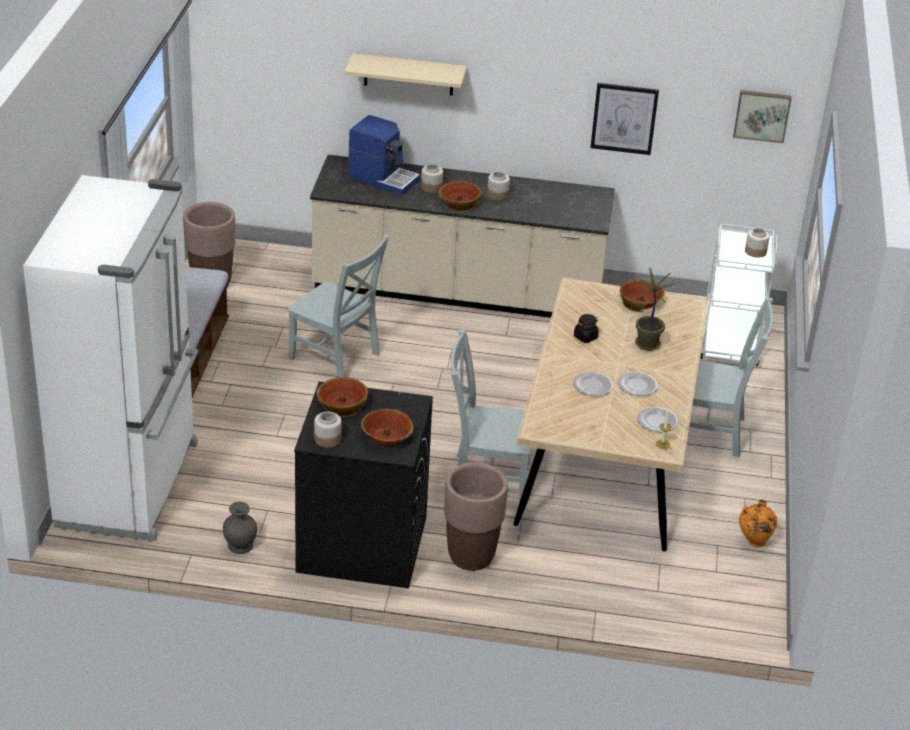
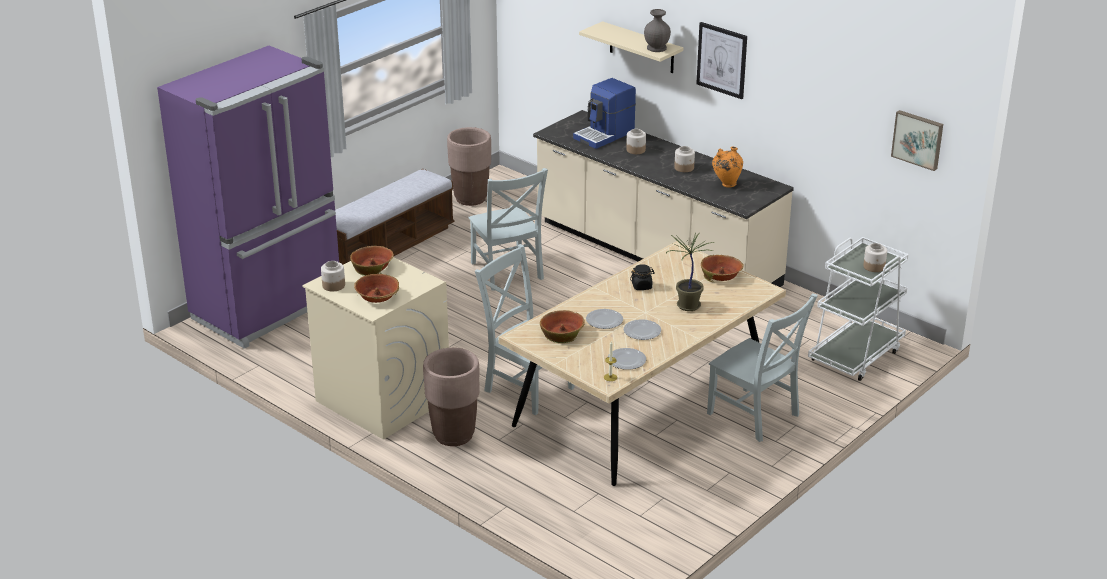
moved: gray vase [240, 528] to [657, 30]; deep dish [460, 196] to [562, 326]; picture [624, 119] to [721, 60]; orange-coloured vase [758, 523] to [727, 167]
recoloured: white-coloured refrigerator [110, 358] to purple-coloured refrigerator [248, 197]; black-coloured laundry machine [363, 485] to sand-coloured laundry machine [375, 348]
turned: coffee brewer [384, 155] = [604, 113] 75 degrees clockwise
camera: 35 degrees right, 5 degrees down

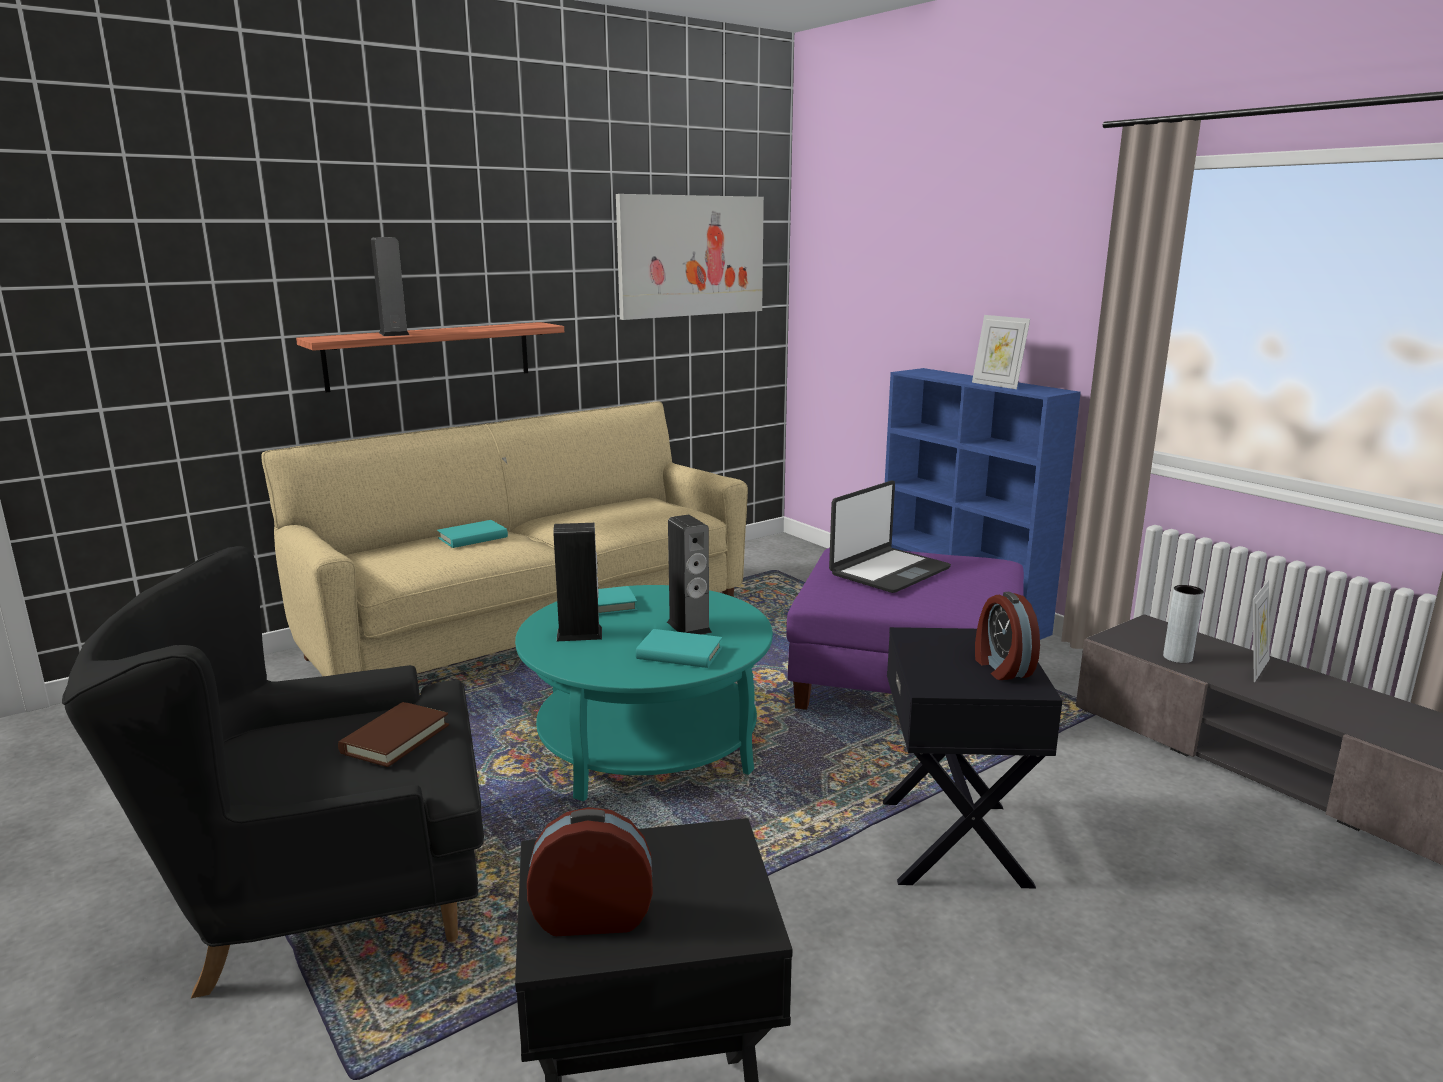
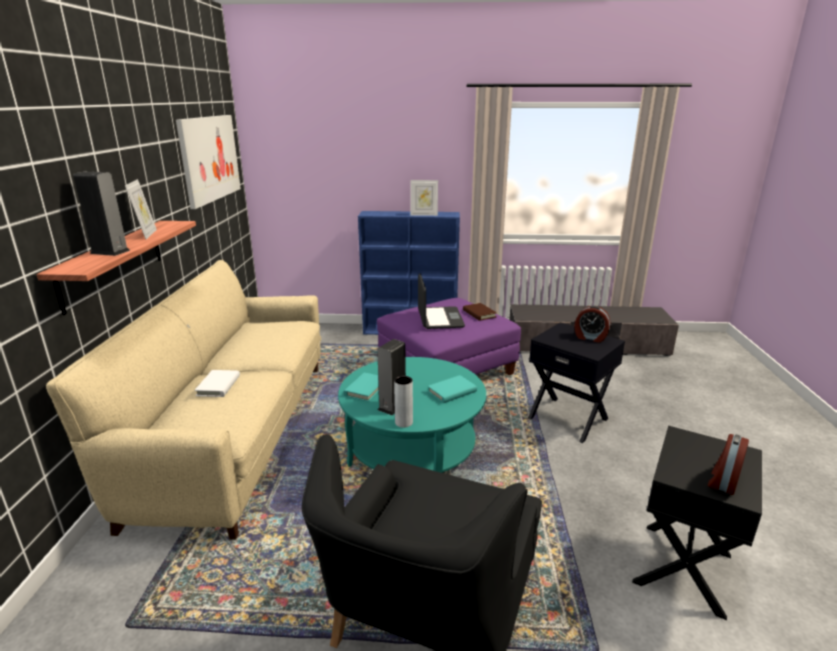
removed: speaker [689, 575]
moved: brown volume [393, 734] to [480, 312]; gray vase [1183, 624] to [403, 402]; photo frame [1261, 631] to [141, 209]
recoloured: turquoise-coloured volume [472, 534] to white-coloured volume [217, 383]
camera: 50 degrees left, 5 degrees up

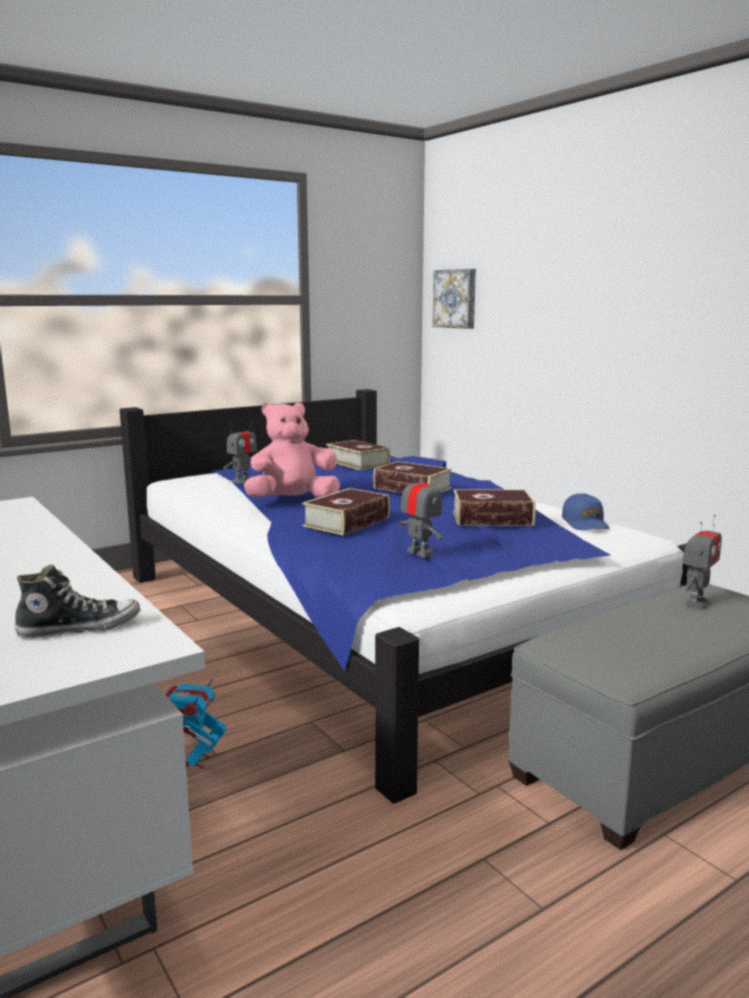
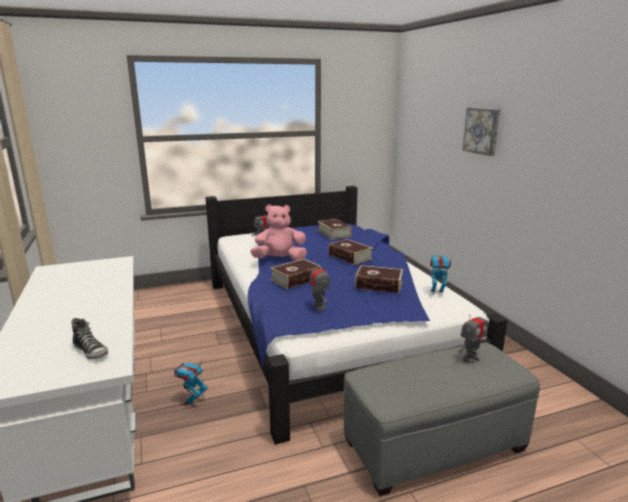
moved: picture [454, 299] to [481, 131]
replaced: blue-coloured peaked cap [585, 511] to model robot [441, 275]
turned: item of footwear [78, 601] = [89, 338] 45 degrees clockwise
camera: 15 degrees right, 5 degrees up

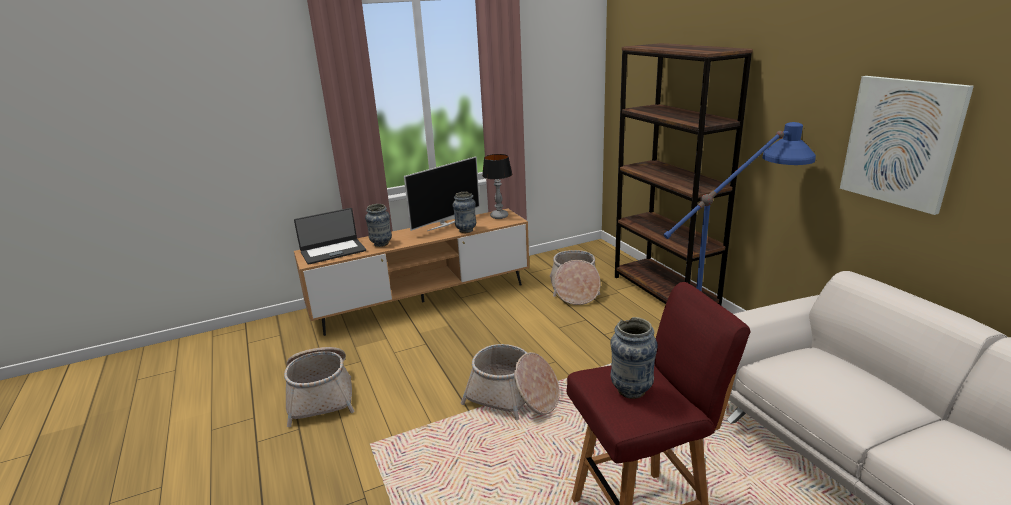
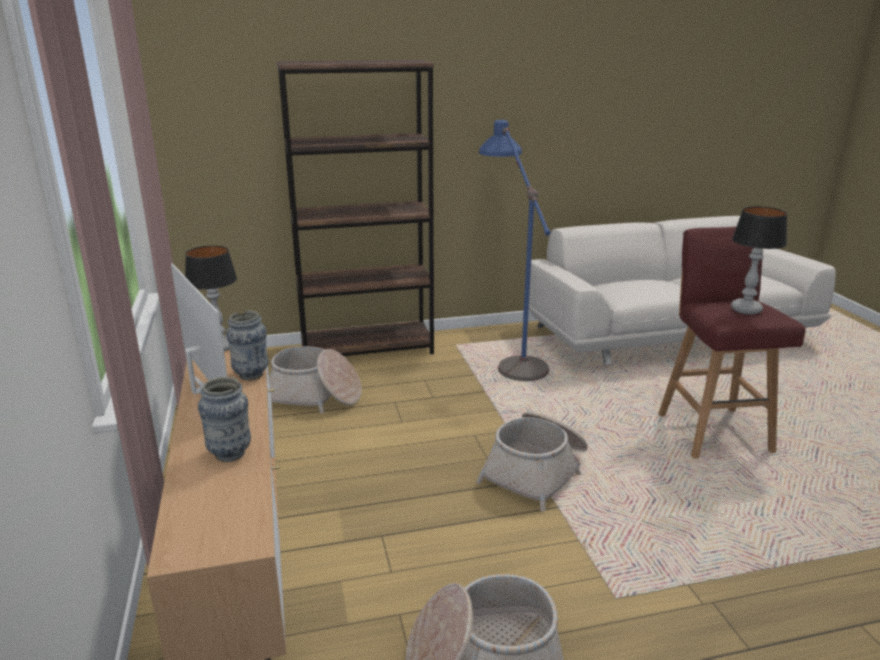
removed: laptop [330, 236]; picture [907, 145]
replaced: vase [634, 358] to lamp for a table [759, 260]
camera: 80 degrees left, 0 degrees up

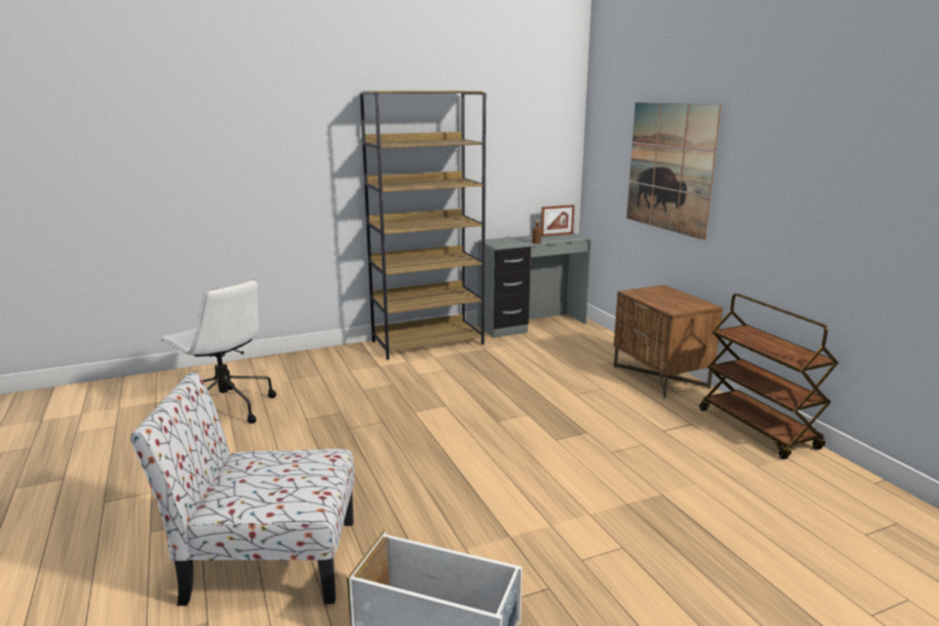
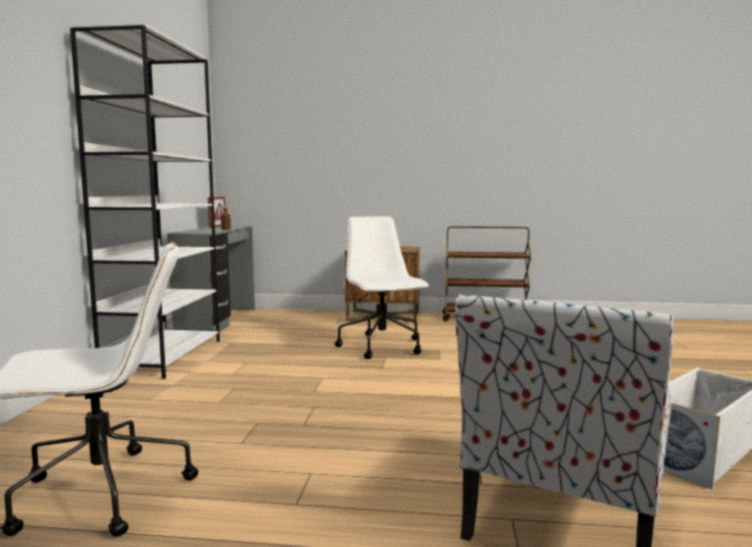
removed: picture [674, 171]
added: white-coloured computer chair [382, 287]
recoloured: brown bookshelf [423, 225] to white-coloured bookshelf [145, 201]
camera: 60 degrees left, 10 degrees down

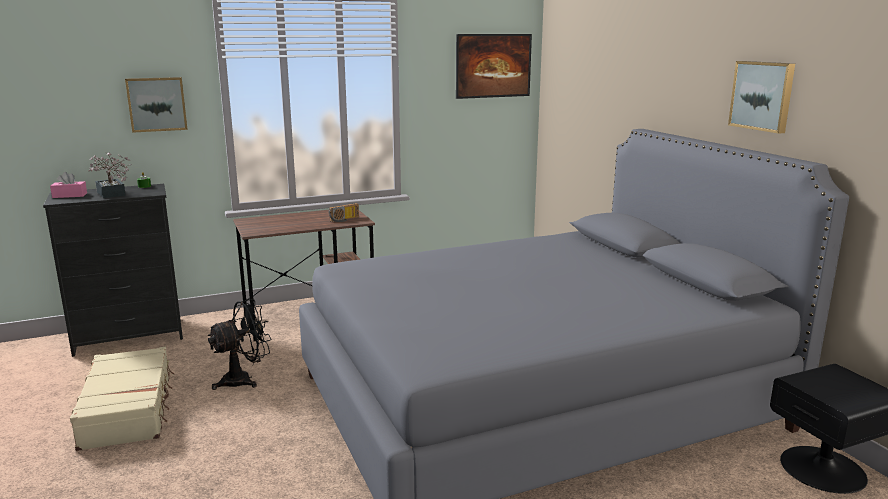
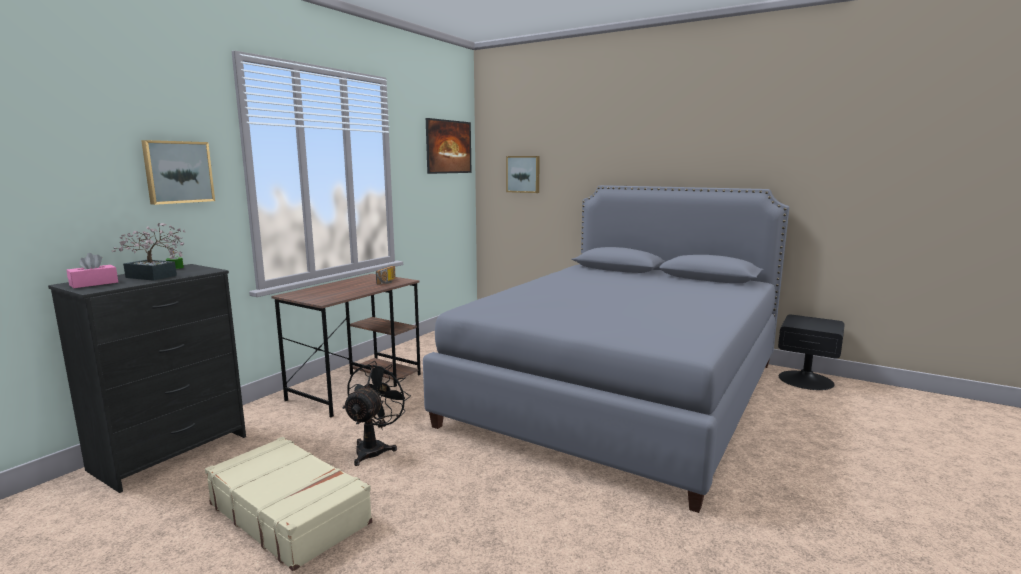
moved: picture [761, 97] to [523, 174]
camera: 35 degrees left, 5 degrees down

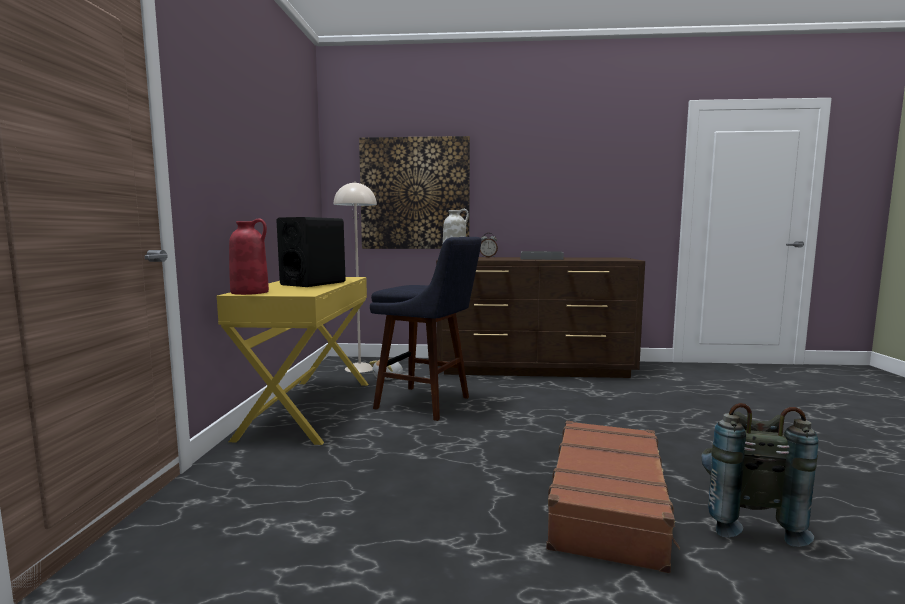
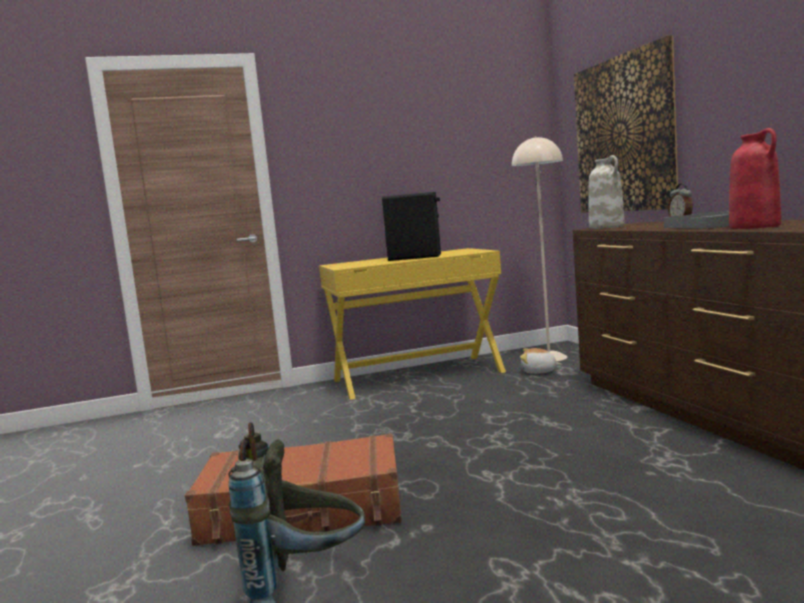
removed: blue-coloured stool [426, 329]
moved: red-coloured vase [249, 257] to [755, 178]
camera: 70 degrees right, 0 degrees up

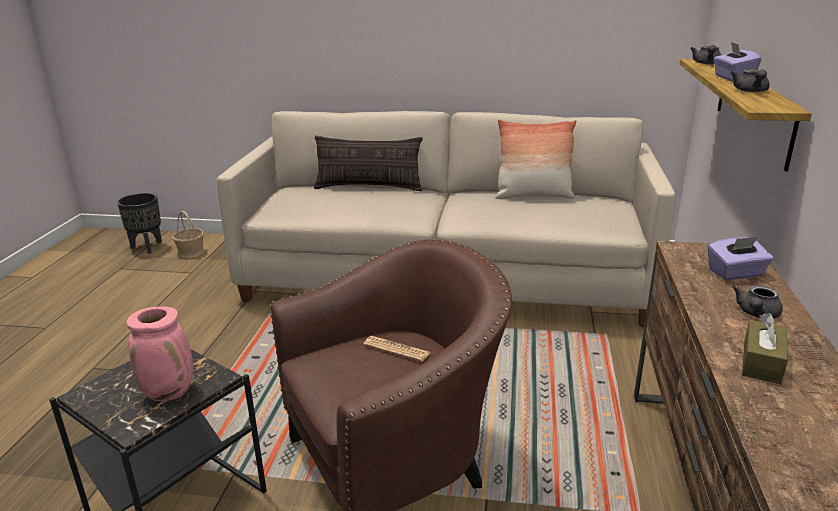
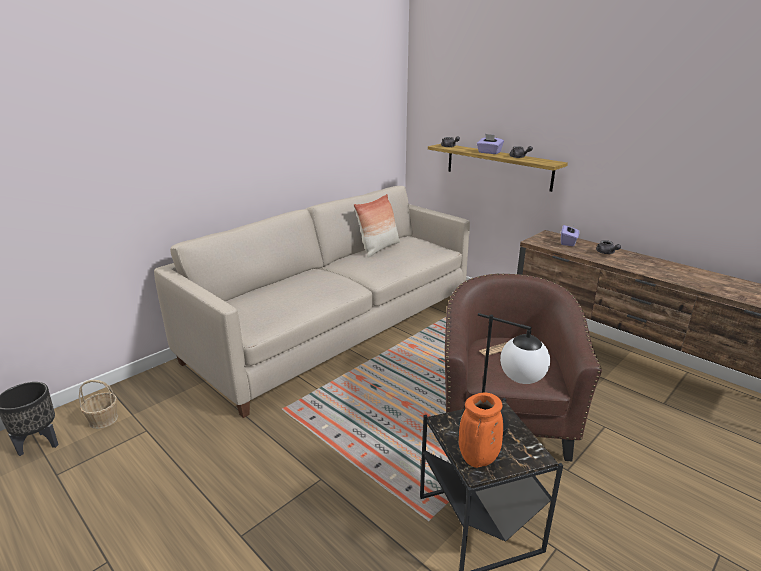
removed: cushion [368, 163]; brown tissue box [765, 348]
added: orange-coloured vase [481, 430]
replaced: pinkish vase [159, 354] to lamp for a table [514, 374]
camera: 55 degrees left, 0 degrees up

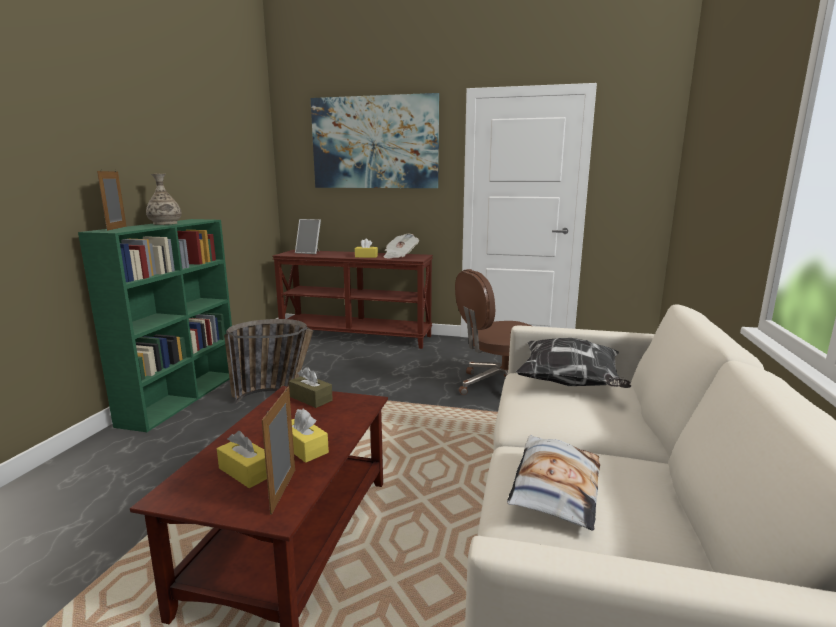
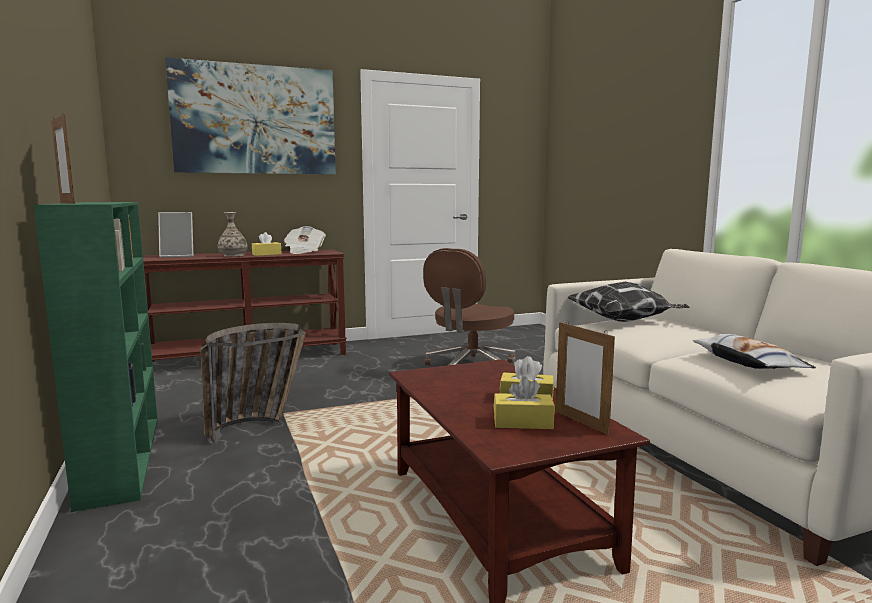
removed: brown tissue box [311, 387]
moved: vase [164, 199] to [233, 234]
camera: 35 degrees left, 5 degrees down

